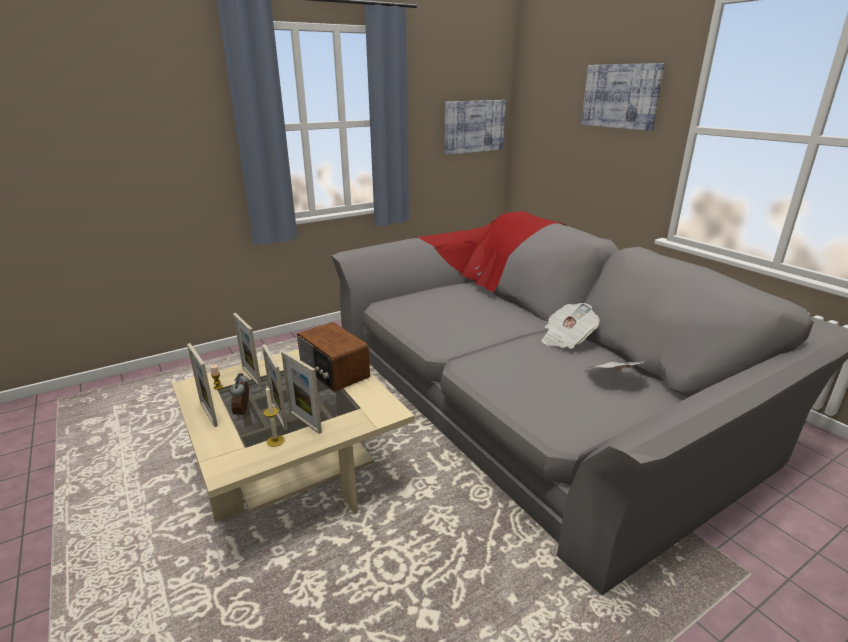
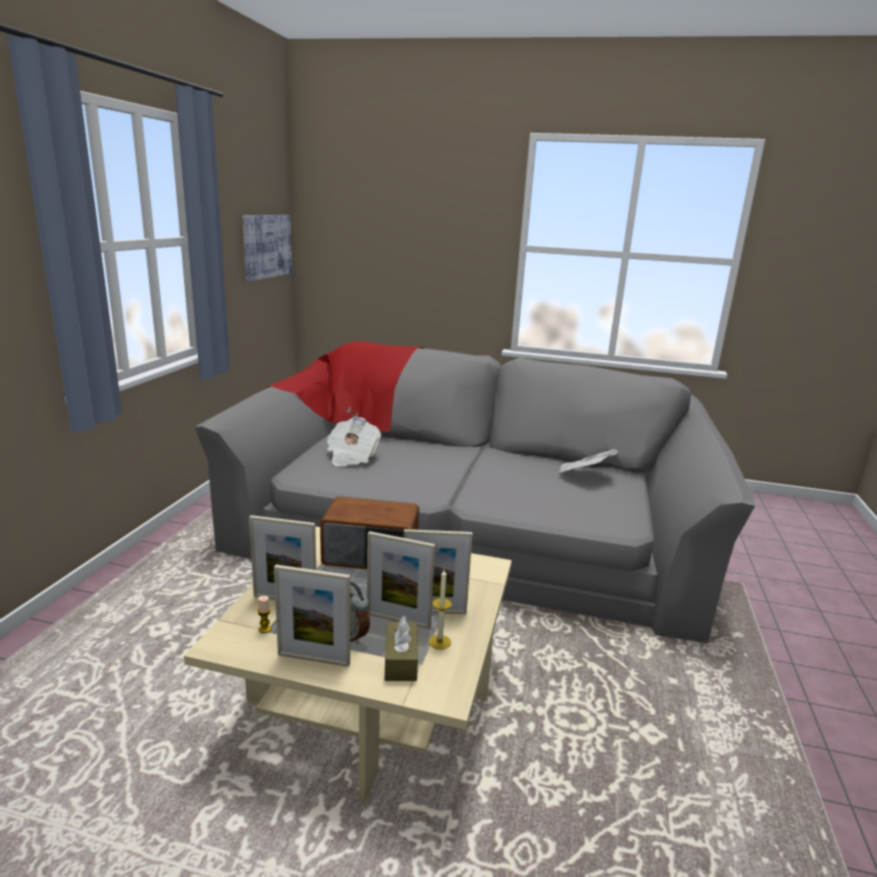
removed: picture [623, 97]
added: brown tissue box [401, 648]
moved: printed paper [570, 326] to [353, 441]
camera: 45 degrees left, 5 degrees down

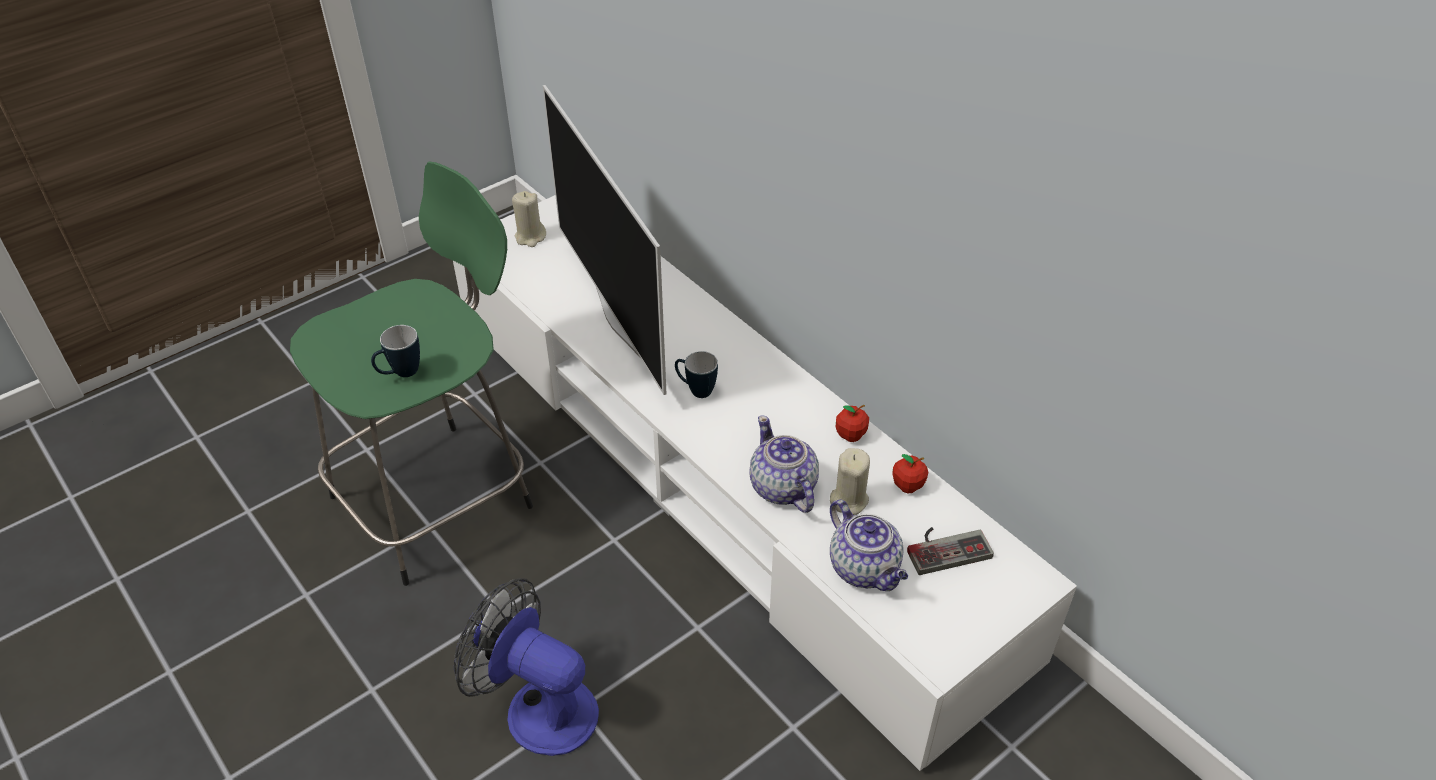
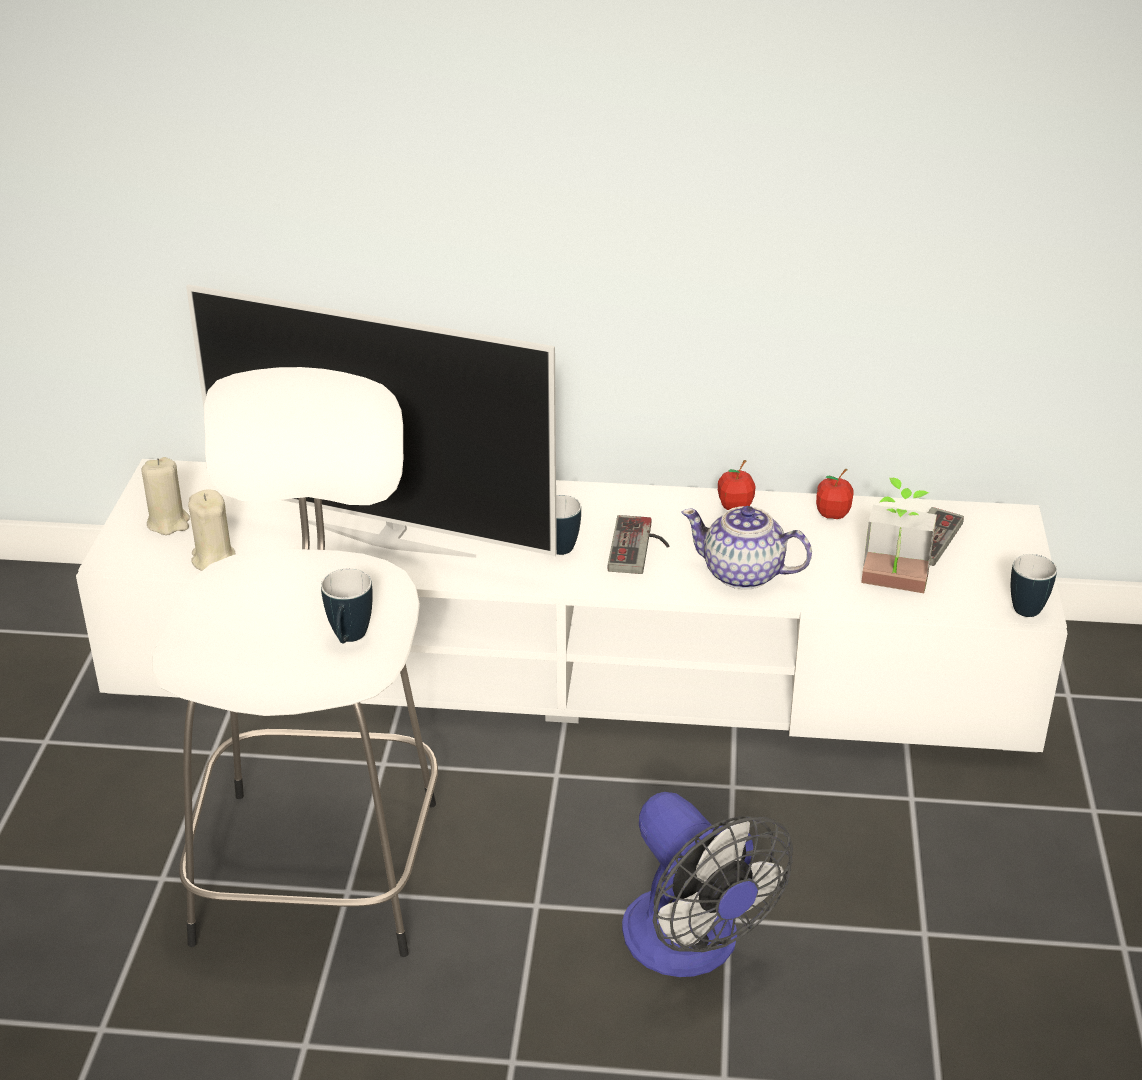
added: joypad [639, 544]; mug [1034, 585]
moved: sand-coloured wax light [850, 481] to [212, 530]
replaced: tea pot [869, 545] to houseplant [899, 535]
recoloured: green-coloured stool [411, 374] to white-coloured stool [295, 662]
turned: fan [526, 667] = [707, 884] 105 degrees counterclockwise
camera: 45 degrees left, 10 degrees down

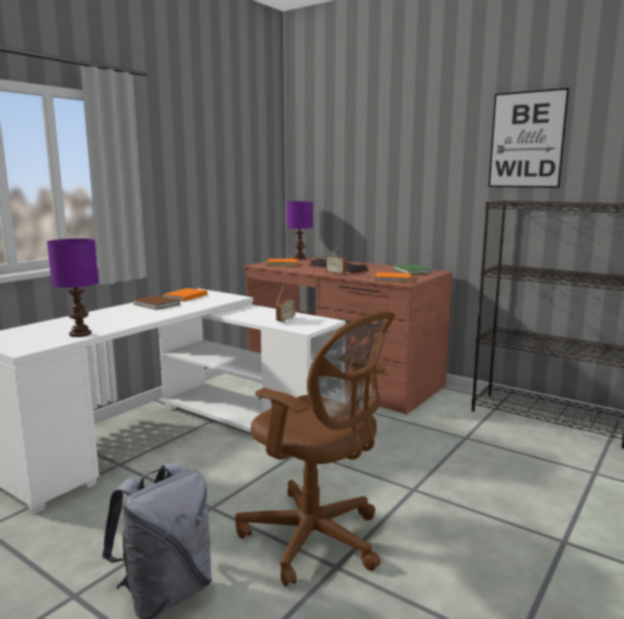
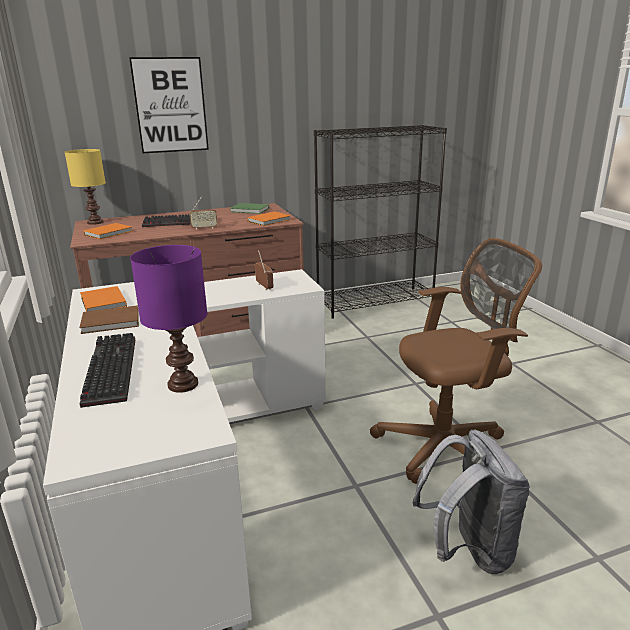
added: keyboard [107, 370]
moved: picture [528, 138] to [169, 105]
recoloured: purple-coloured lamp for a table [300, 230] to yellowish lamp for a table [85, 187]
camera: 55 degrees left, 10 degrees up

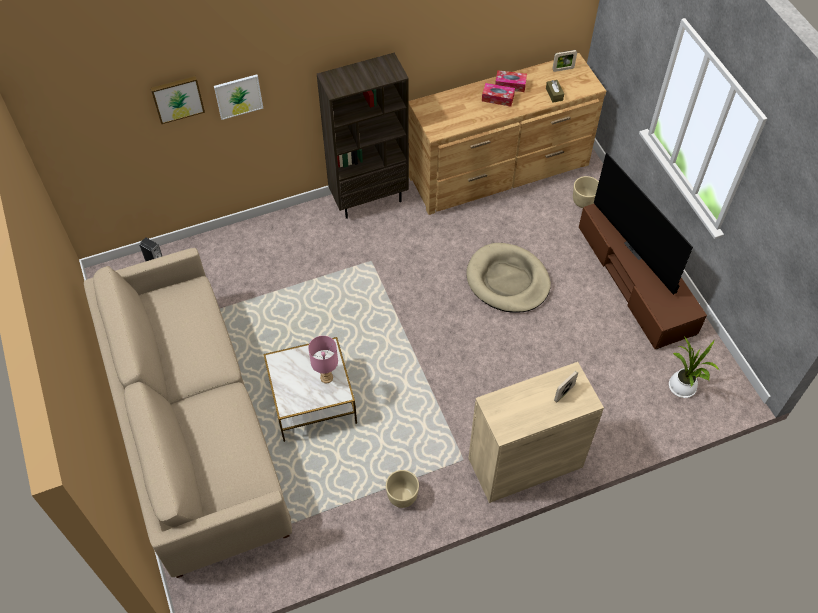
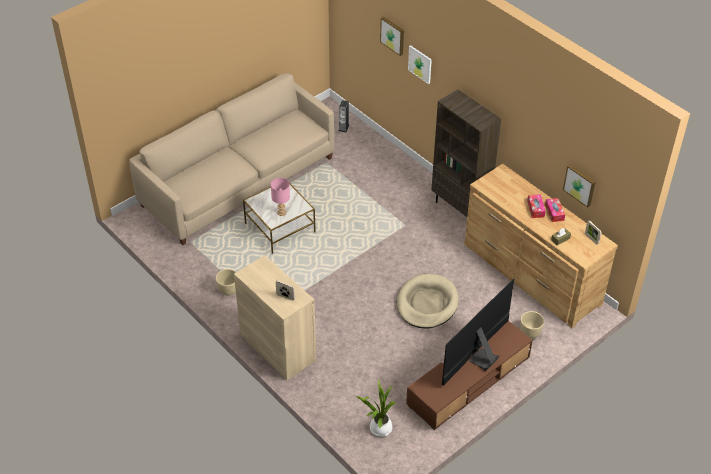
added: picture [579, 186]
camera: 70 degrees right, 10 degrees down

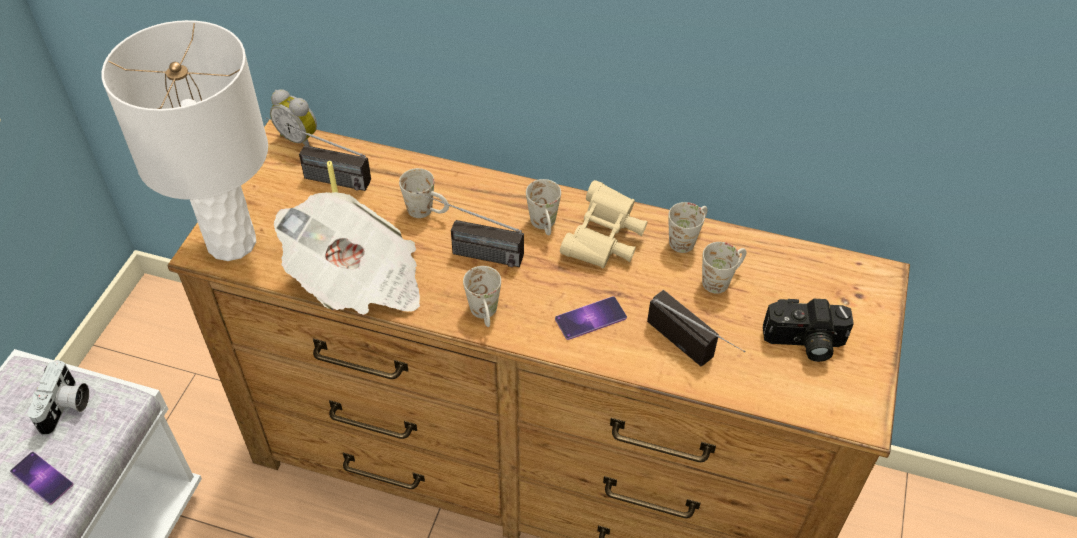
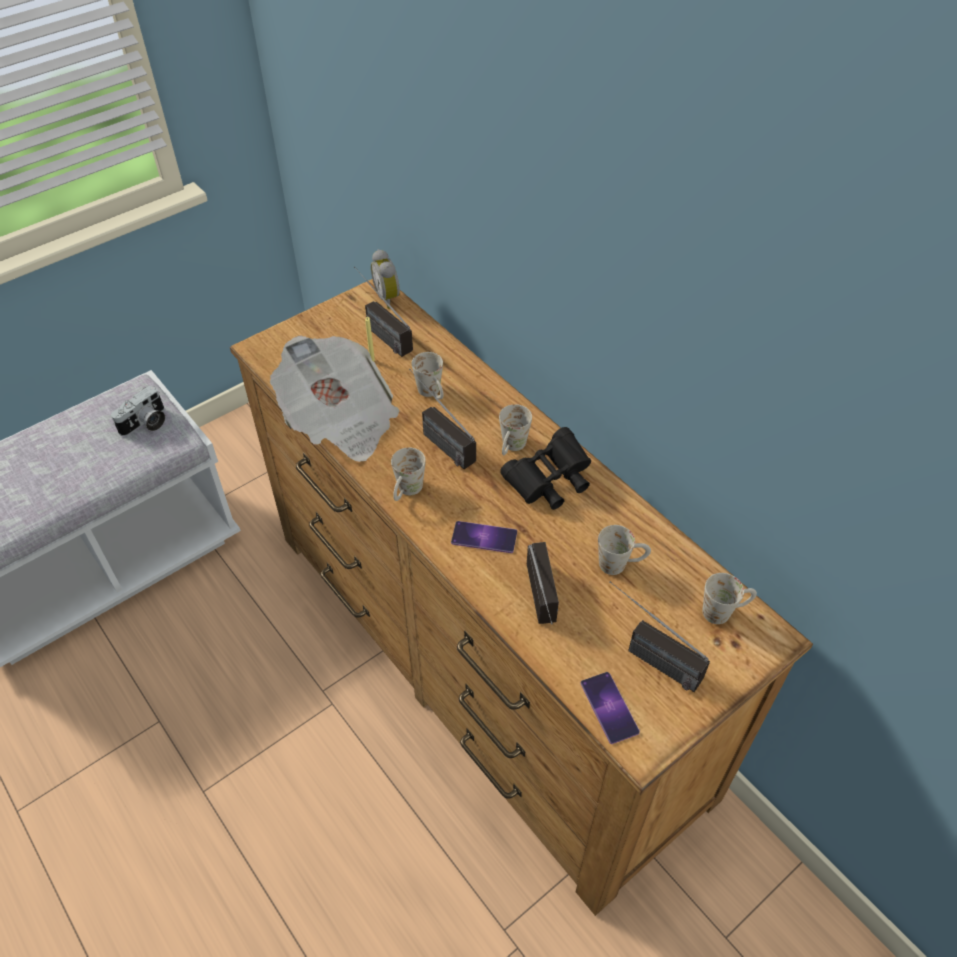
removed: white-coloured lamp for a table [185, 140]
moved: telephone [41, 478] to [610, 708]; white-coloured mug [688, 227] to [729, 598]
replaced: still camera [808, 330] to radio receiver [659, 636]
recoloured: sand-coloured pair of binoculars [604, 224] to black-coloured pair of binoculars [546, 468]
camera: 35 degrees right, 0 degrees up

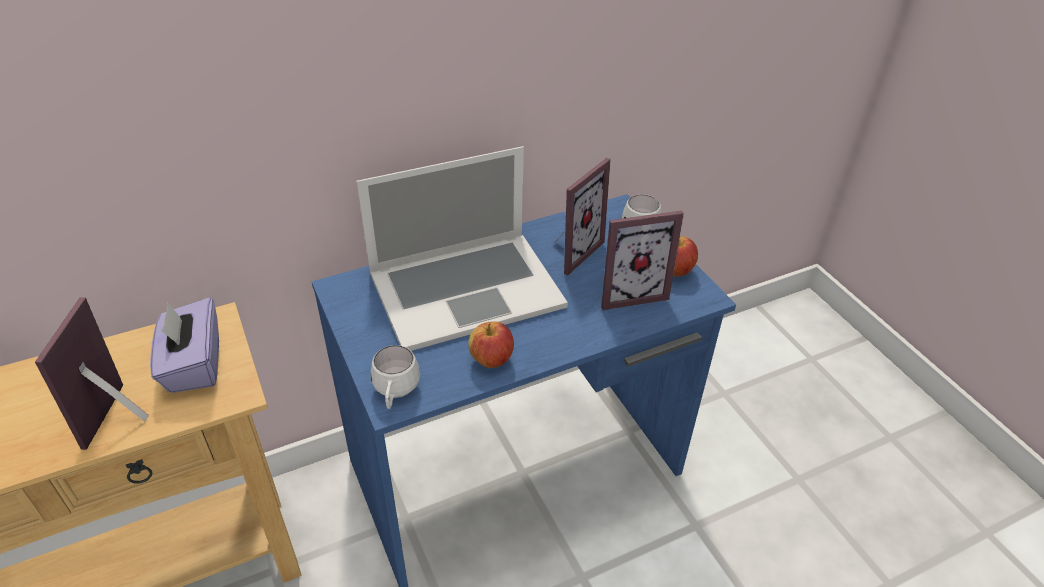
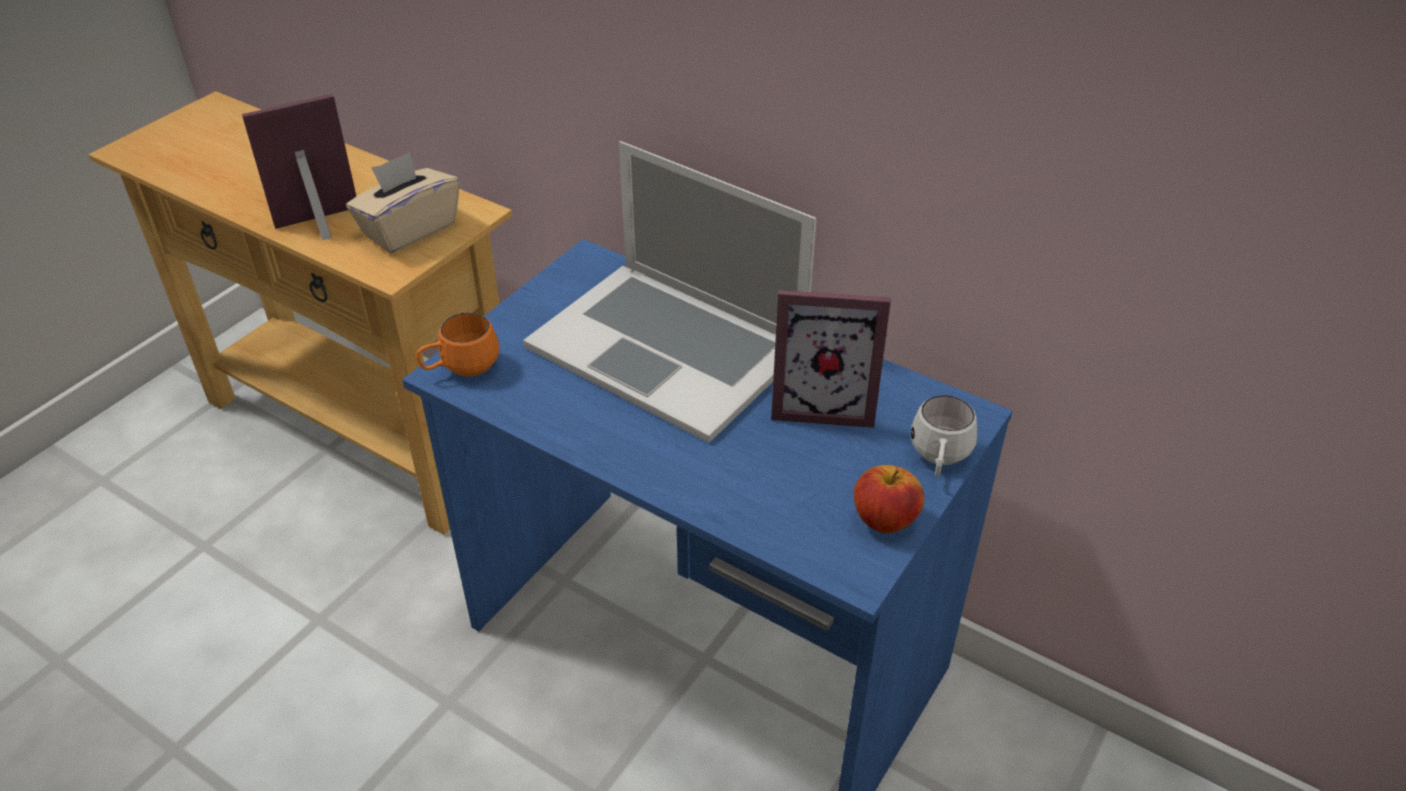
removed: whole apple [491, 345]; photo frame [642, 260]
recoloured: purple-coloured tissue box [184, 345] to sand-coloured tissue box [402, 203]; white-coloured mug [395, 377] to orange-coloured mug [457, 344]
camera: 60 degrees right, 0 degrees up

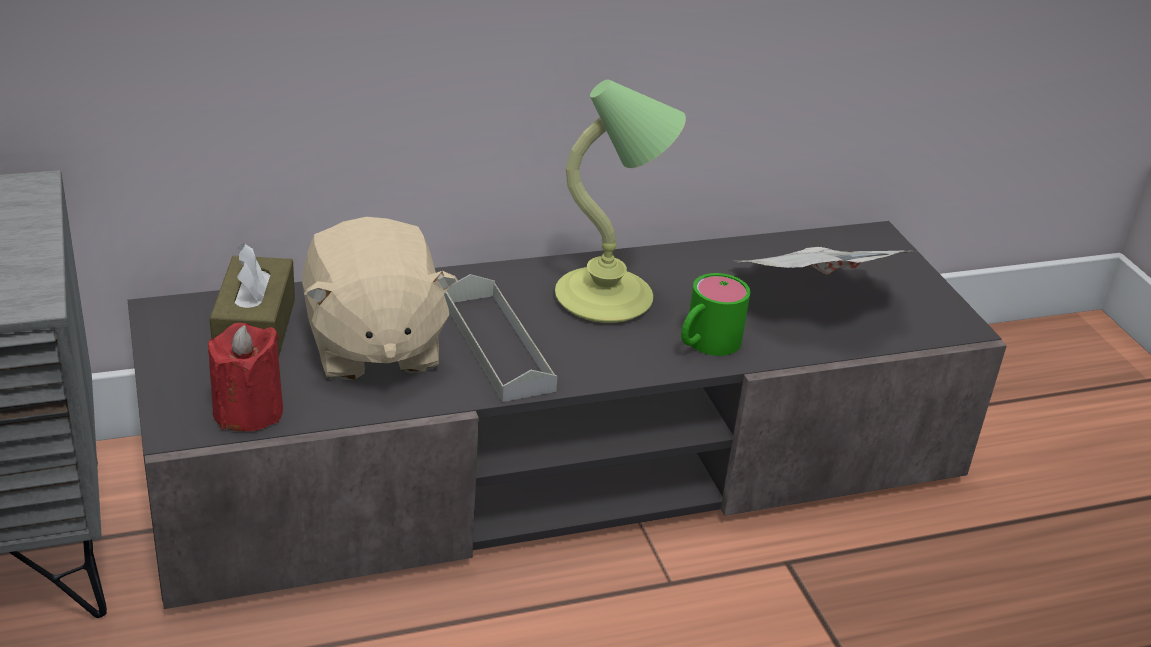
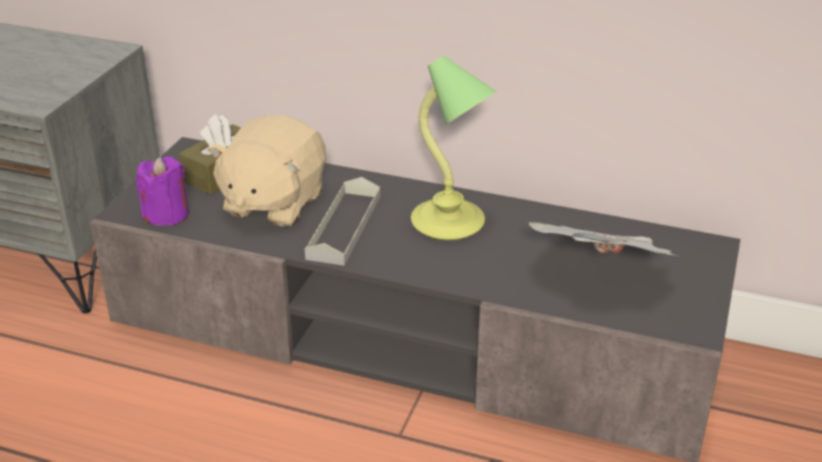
removed: green-coloured mug [715, 314]
recoloured: red-coloured wax light [245, 377] to purple-coloured wax light [162, 191]
camera: 40 degrees right, 0 degrees up

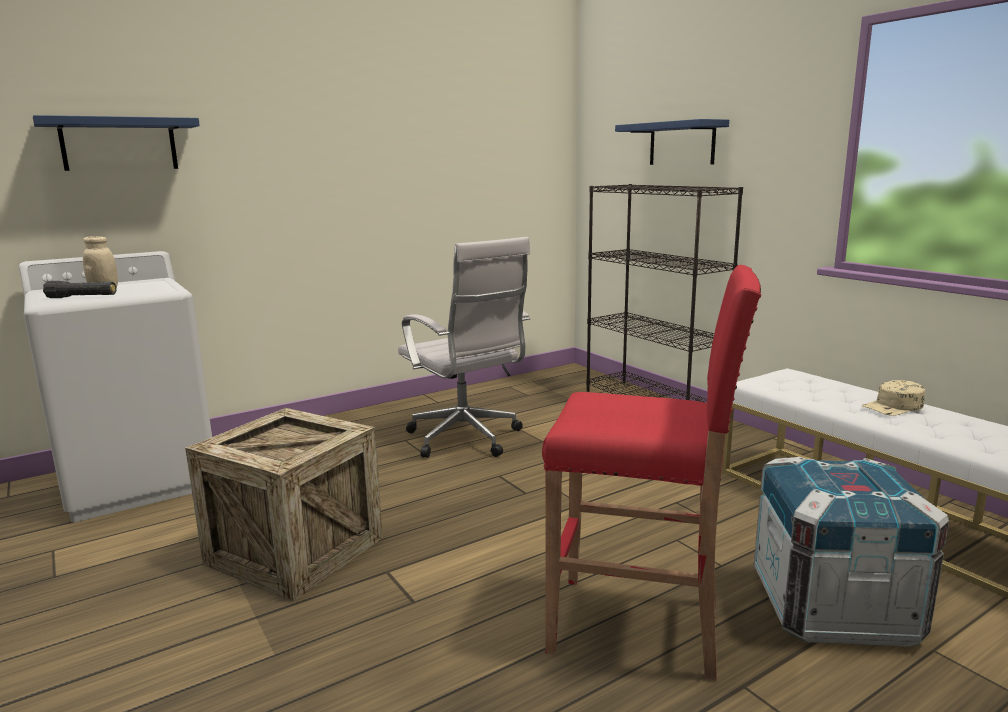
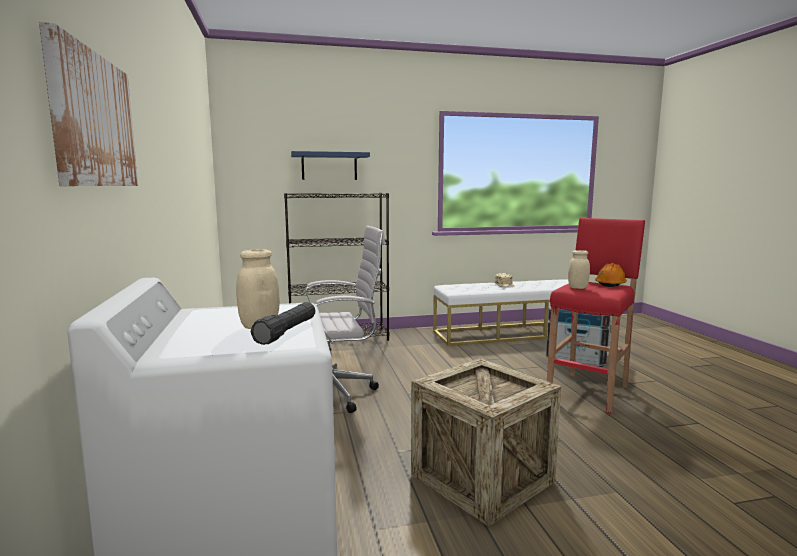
added: sand-coloured jar [579, 269]; orange-coloured work helmet [611, 275]
replaced: blue-coloured shelf [116, 143] to picture [88, 104]
camera: 70 degrees left, 5 degrees down

